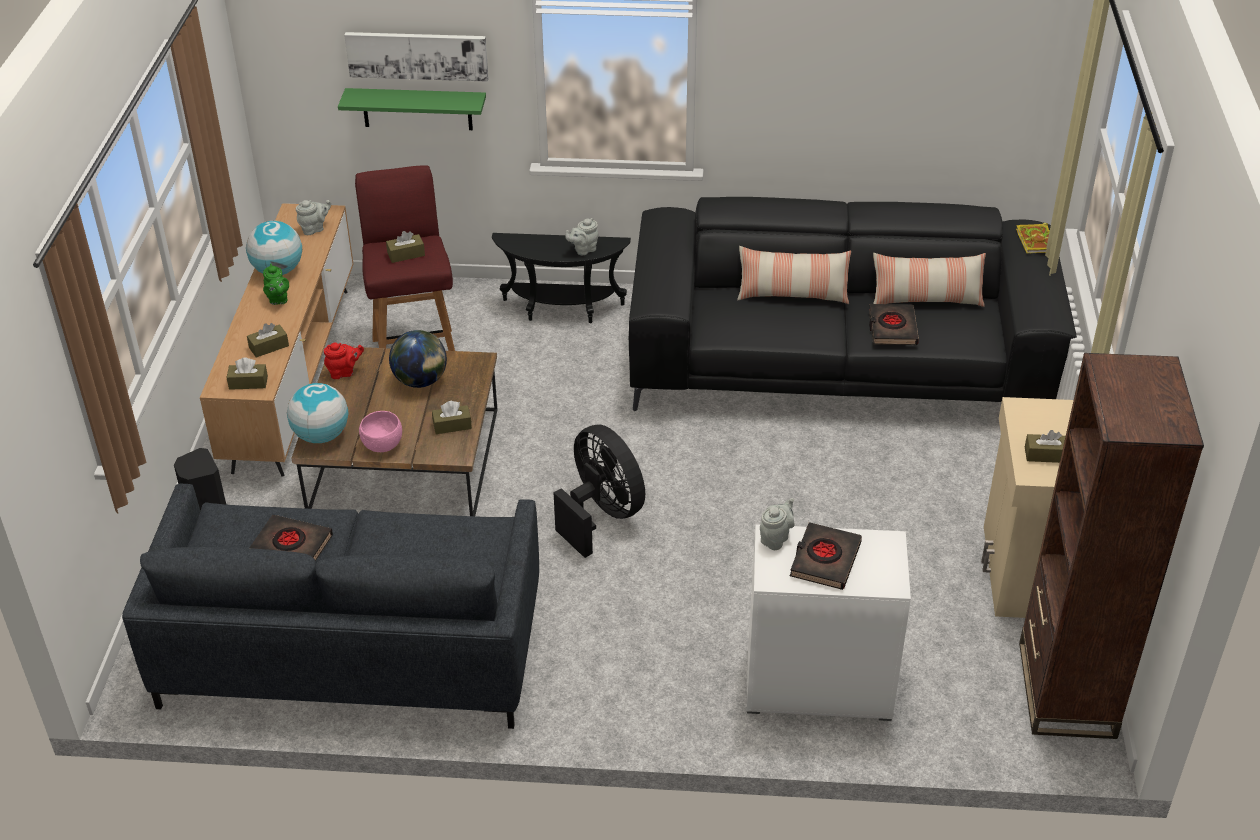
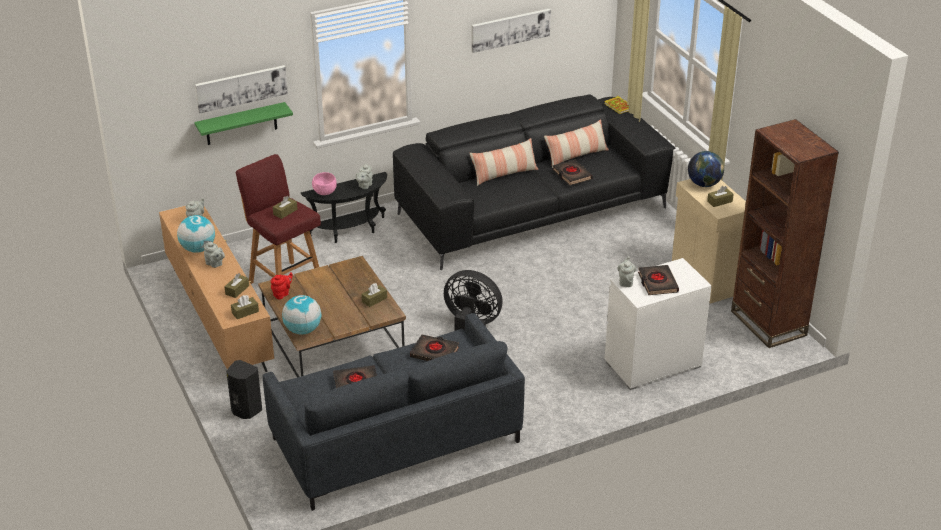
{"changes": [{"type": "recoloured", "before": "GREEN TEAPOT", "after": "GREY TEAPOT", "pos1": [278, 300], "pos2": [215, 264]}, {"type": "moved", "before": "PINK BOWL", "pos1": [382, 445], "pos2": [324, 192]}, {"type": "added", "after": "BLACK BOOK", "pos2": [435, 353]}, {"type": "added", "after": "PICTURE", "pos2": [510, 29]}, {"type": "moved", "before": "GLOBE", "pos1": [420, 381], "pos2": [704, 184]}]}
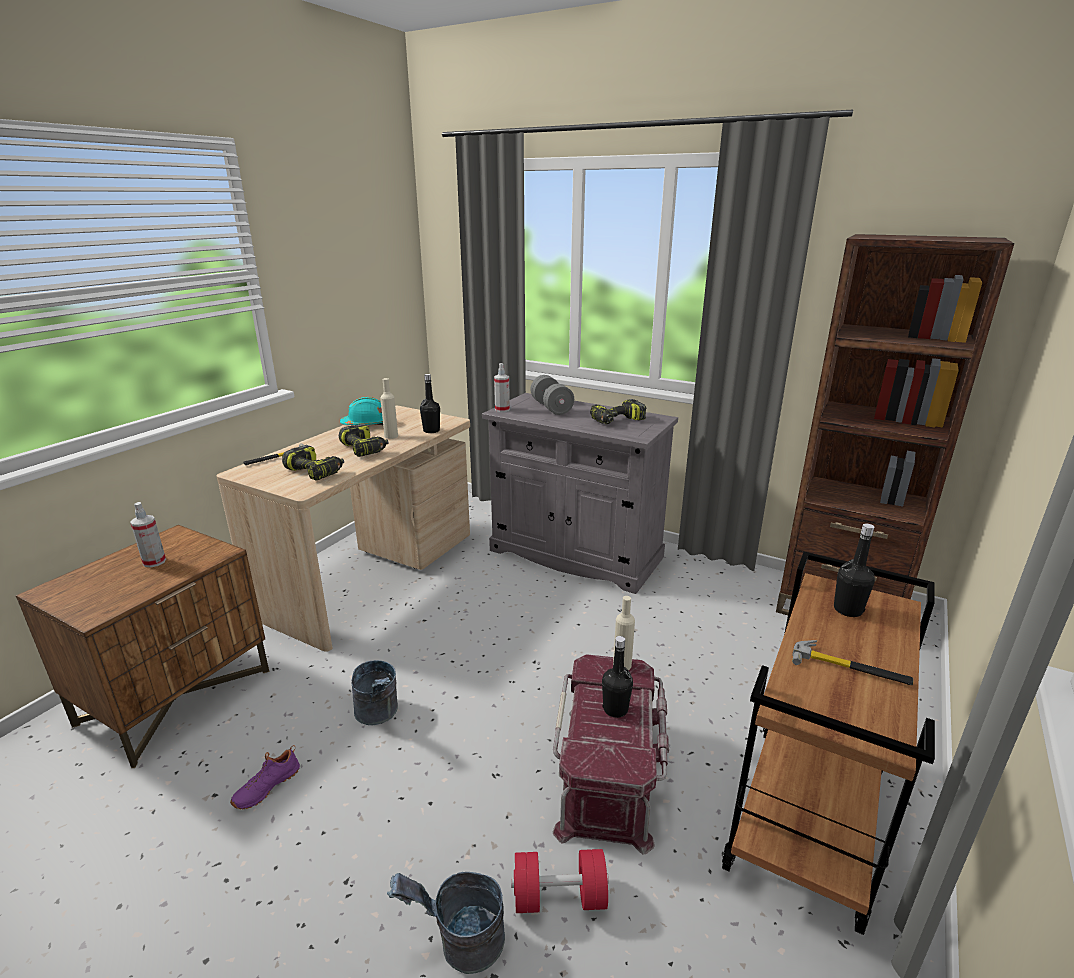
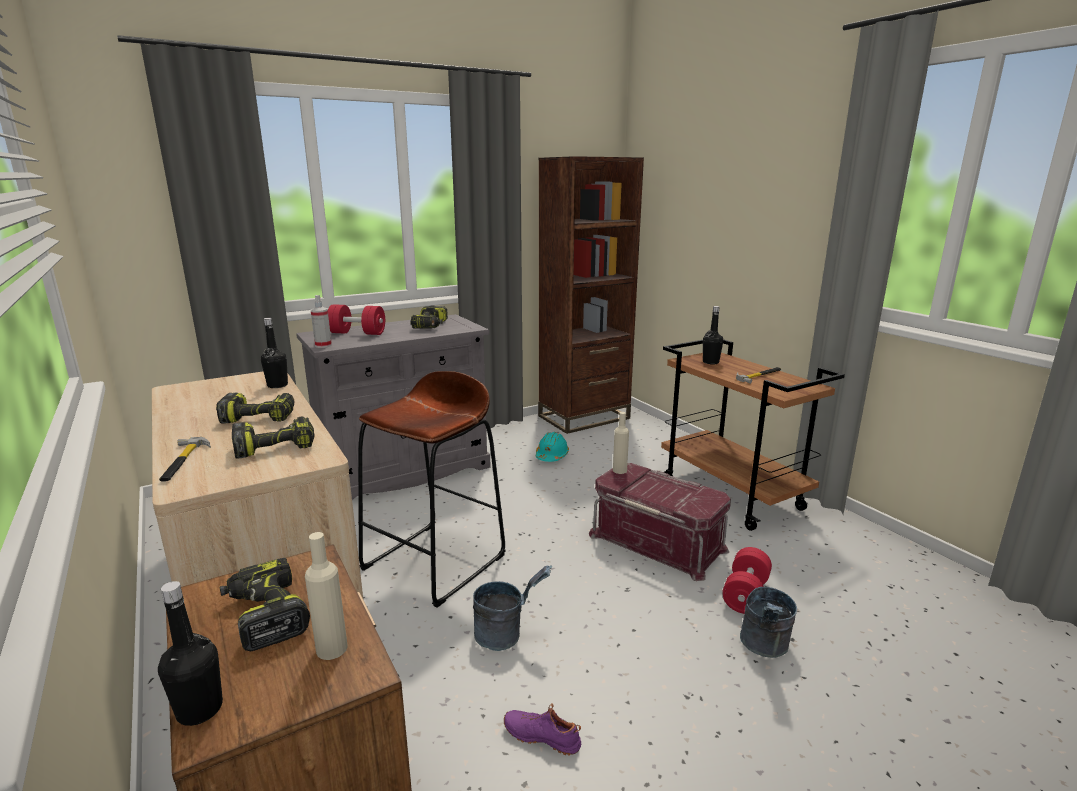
{"changes": [{"type": "moved", "before": "BLACK BOTTLE", "pos1": [615, 709], "pos2": [200, 709]}, {"type": "replaced", "before": "SPRAY BOTTLE", "after": "POWER DRILL", "pos1": [154, 562], "pos2": [265, 615]}, {"type": "moved", "before": "BEIGE BOTTLE", "pos1": [391, 436], "pos2": [332, 648]}, {"type": "recoloured", "before": "GREY DUMBBELL", "after": "RED DUMBBELL", "pos1": [551, 407], "pos2": [357, 333]}, {"type": "added", "after": "BROWN STOOL", "pos2": [435, 562]}, {"type": "turned", "before": "PURPLE SHOE", "pos1": [266, 786], "pos2": [542, 735], "turn": 135}, {"type": "moved", "before": "TURQUOISE HARD HAT", "pos1": [367, 424], "pos2": [551, 456]}]}
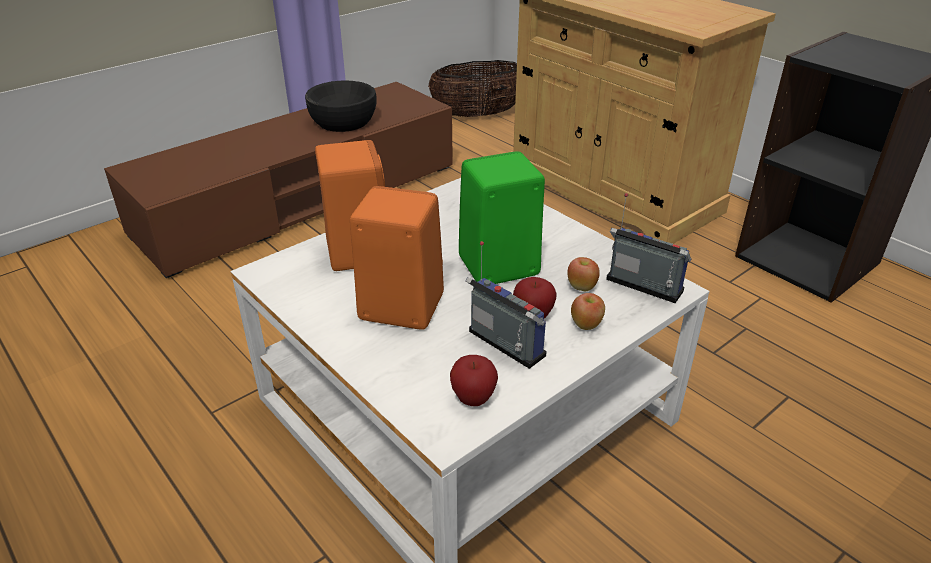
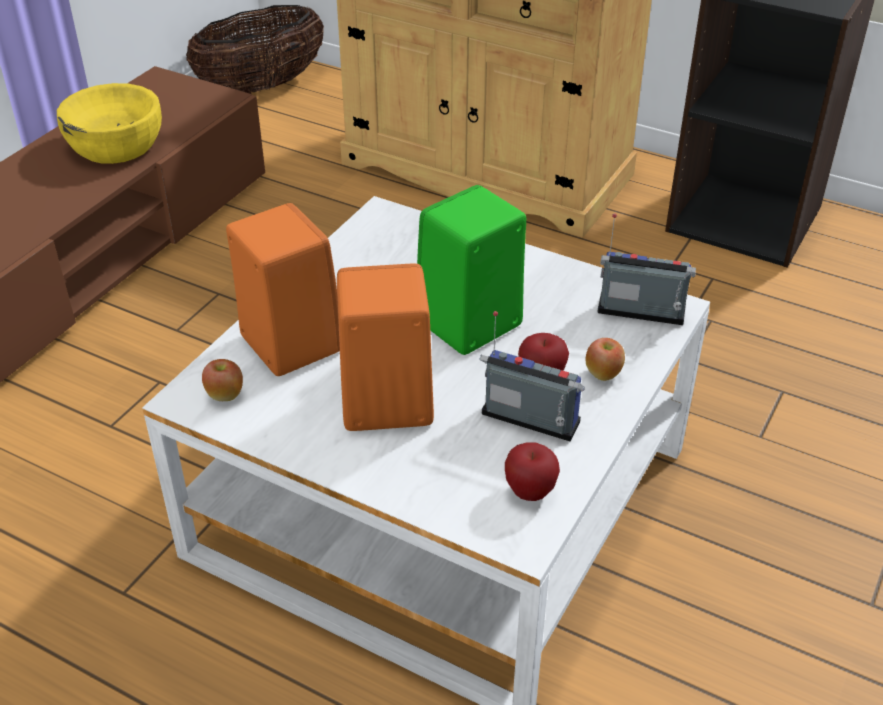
{"changes": [{"type": "recoloured", "before": "BLACK BOWL", "after": "YELLOW BOWL", "pos1": [343, 121], "pos2": [116, 145]}, {"type": "moved", "before": "APPLE", "pos1": [581, 287], "pos2": [225, 395]}]}
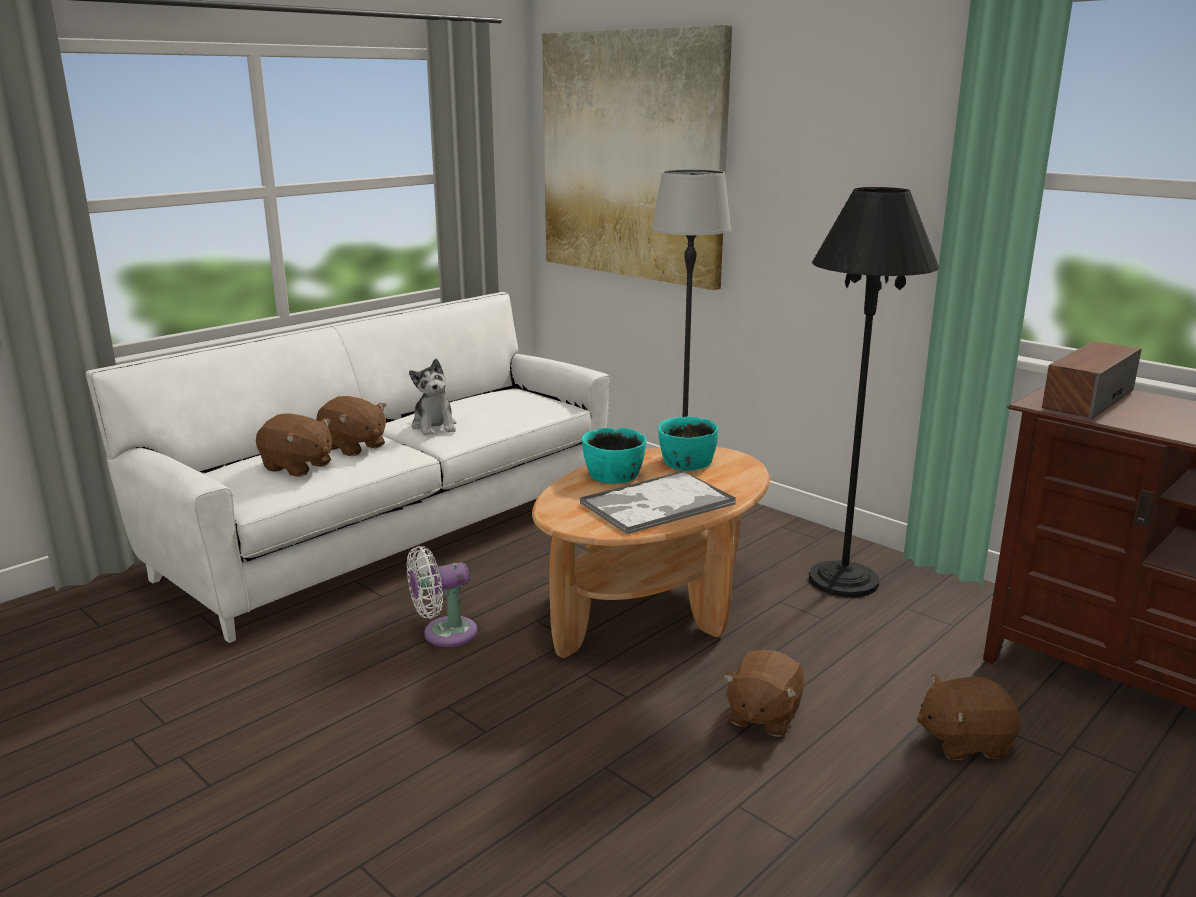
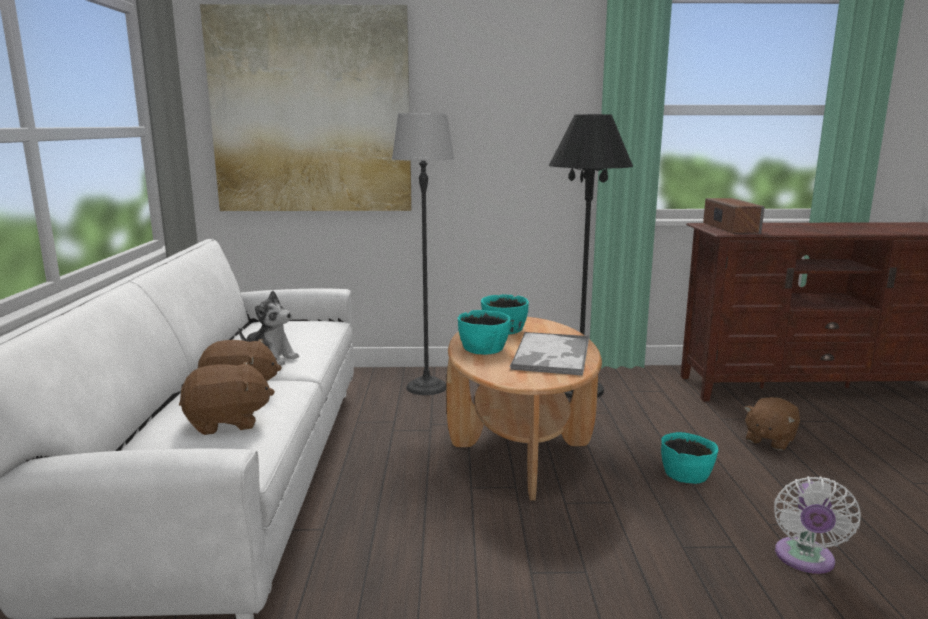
{"changes": [{"type": "replaced", "before": "BROWN PLUSH TOY", "after": "TURQUOISE BOWL", "pos1": [762, 716], "pos2": [686, 474]}, {"type": "moved", "before": "WHITE FAN", "pos1": [444, 634], "pos2": [805, 560]}]}
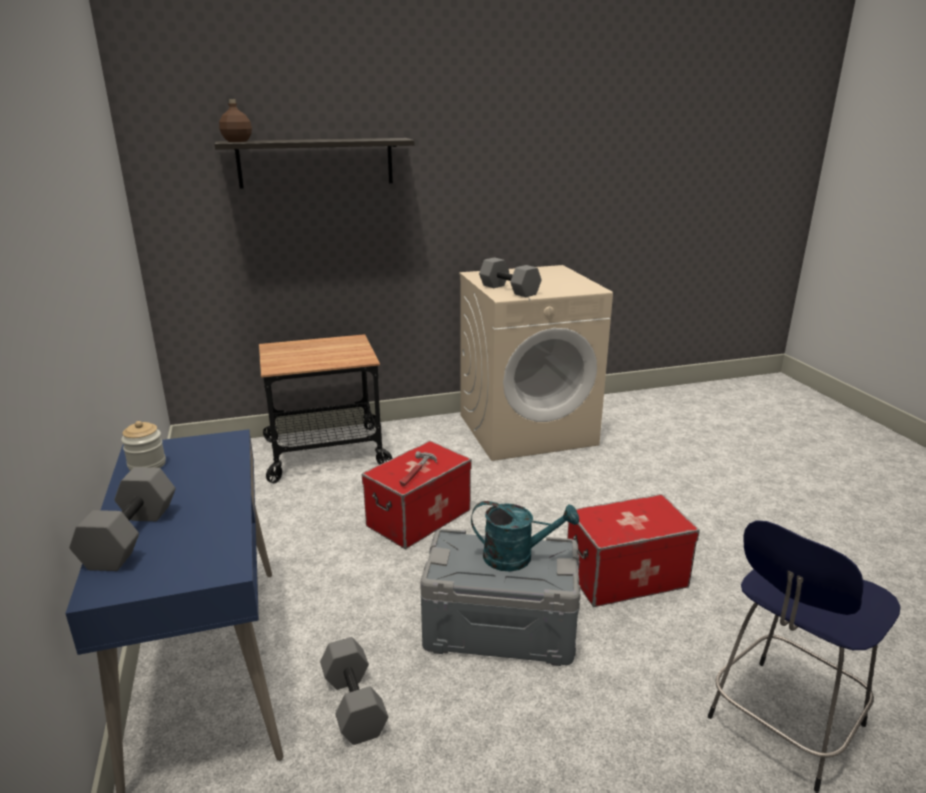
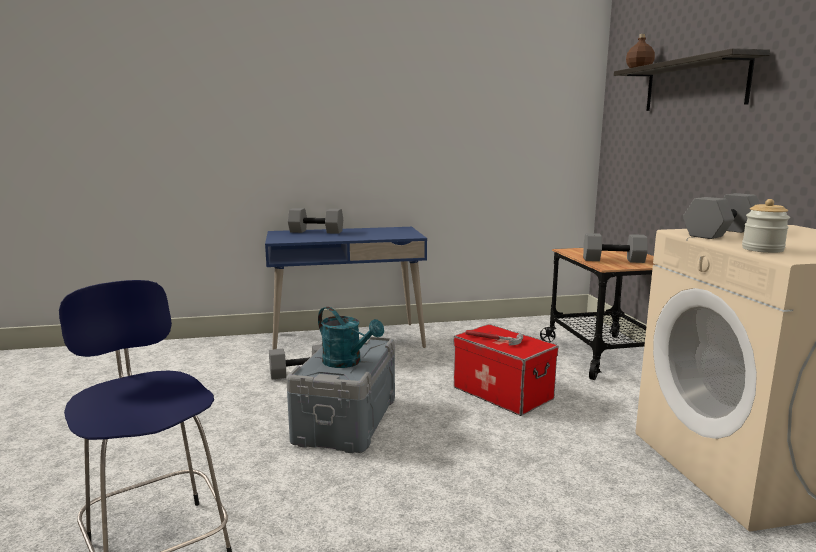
{"changes": [{"type": "turned", "before": "TURQUOISE WATERING CAN", "pos1": [517, 557], "pos2": [347, 362], "turn": -60}, {"type": "added", "after": "GREY DUMBBELL", "pos2": [613, 260]}, {"type": "moved", "before": "JAR", "pos1": [147, 465], "pos2": [762, 249]}, {"type": "removed", "before": "STORAGE BOX", "pos1": [625, 576]}]}
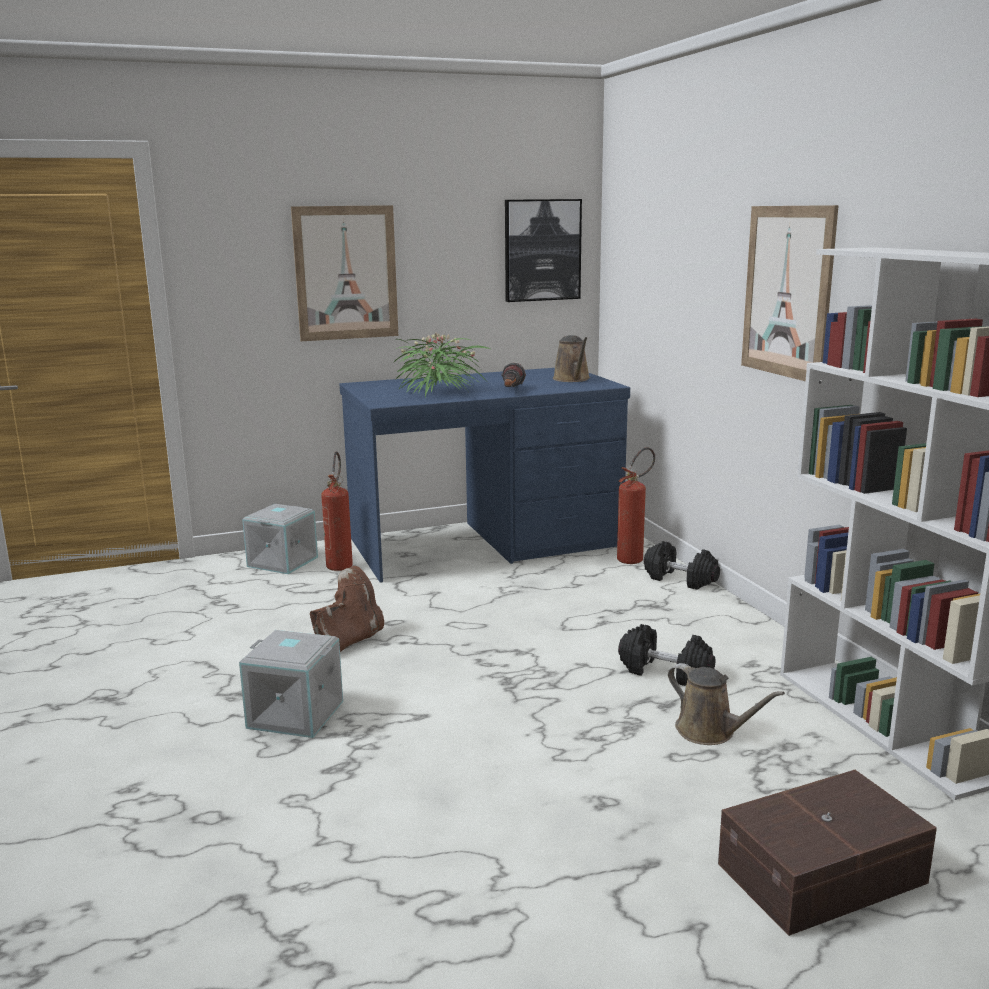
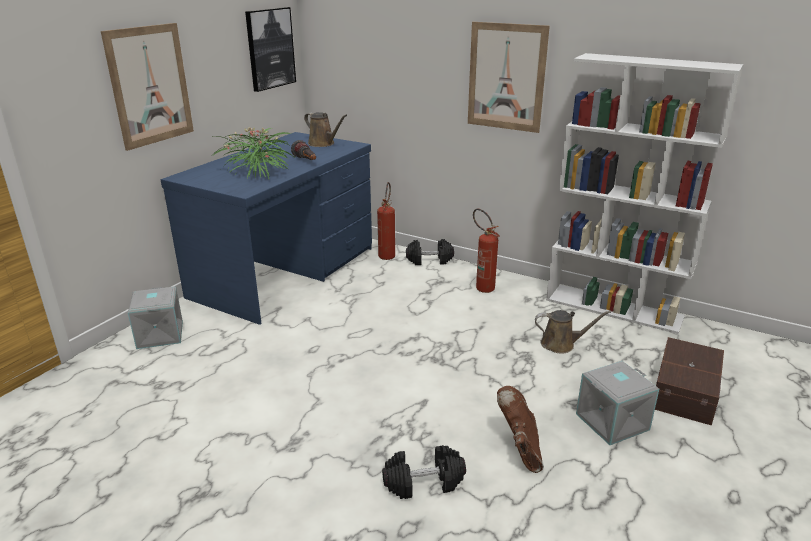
{"changes": [{"type": "moved", "before": "BLACK DUMBBELL", "pos1": [665, 672], "pos2": [424, 482]}, {"type": "moved", "before": "FIRE EXTINGUISHER", "pos1": [340, 564], "pos2": [481, 286]}, {"type": "moved", "before": "BROWN BOOT", "pos1": [349, 641], "pos2": [520, 449]}, {"type": "moved", "before": "GREY STORAGE BOX", "pos1": [294, 715], "pos2": [612, 422]}]}
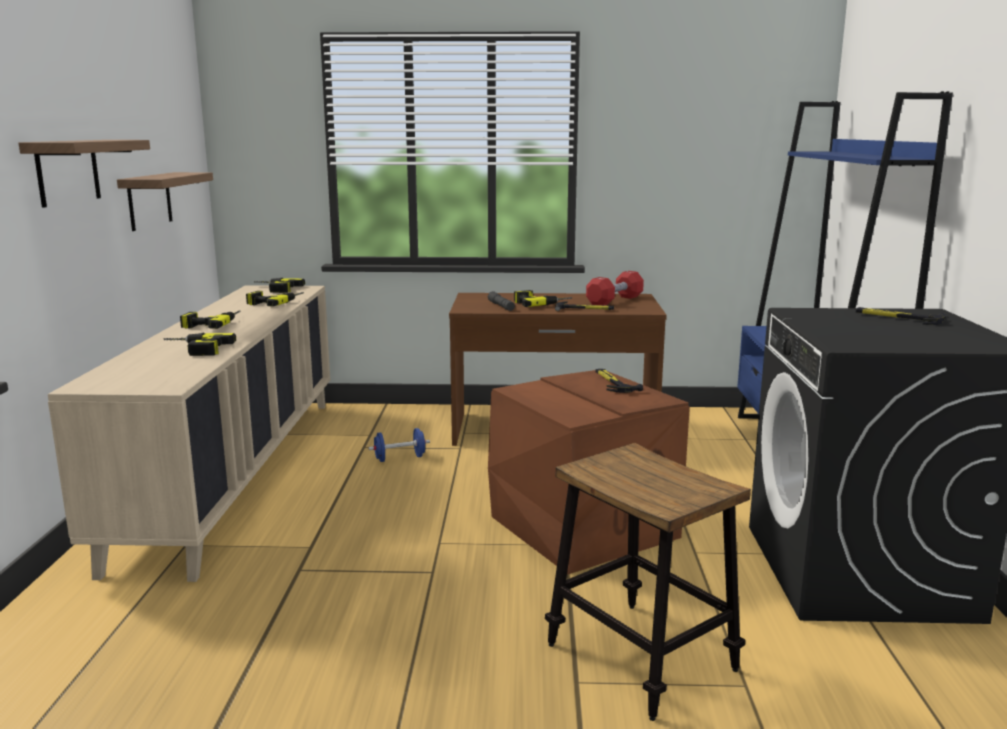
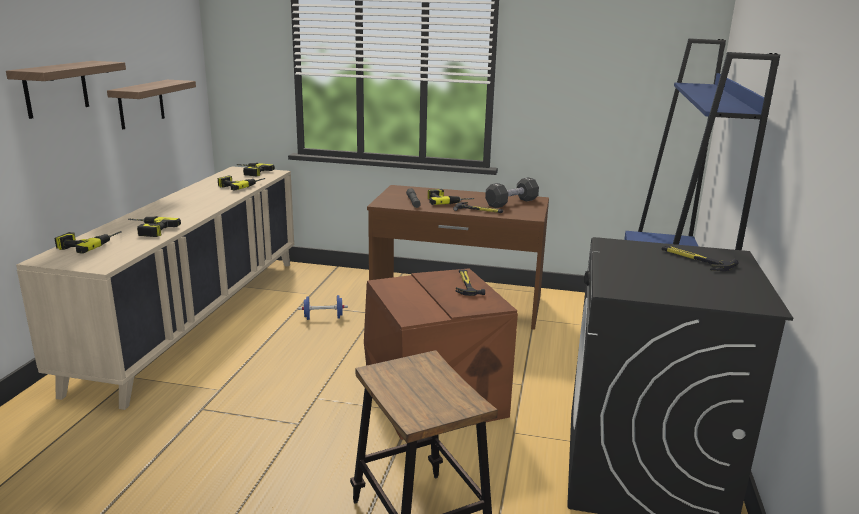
{"changes": [{"type": "moved", "before": "POWER DRILL", "pos1": [212, 323], "pos2": [89, 244]}, {"type": "recoloured", "before": "RED DUMBBELL", "after": "BLACK DUMBBELL", "pos1": [614, 300], "pos2": [511, 203]}]}
